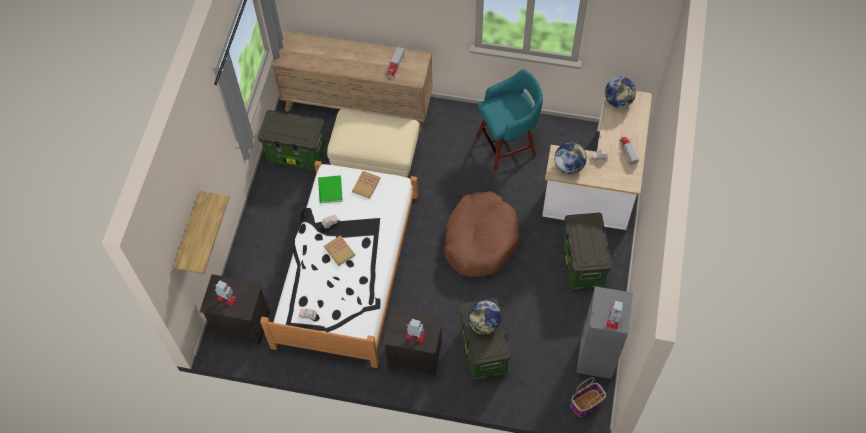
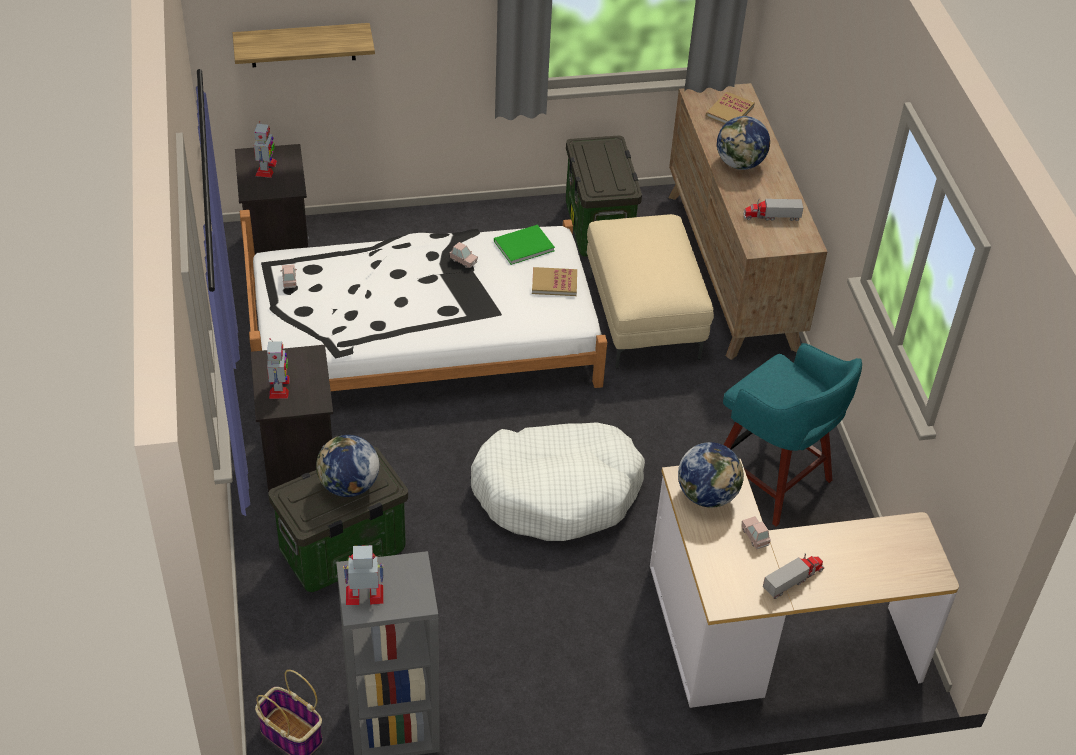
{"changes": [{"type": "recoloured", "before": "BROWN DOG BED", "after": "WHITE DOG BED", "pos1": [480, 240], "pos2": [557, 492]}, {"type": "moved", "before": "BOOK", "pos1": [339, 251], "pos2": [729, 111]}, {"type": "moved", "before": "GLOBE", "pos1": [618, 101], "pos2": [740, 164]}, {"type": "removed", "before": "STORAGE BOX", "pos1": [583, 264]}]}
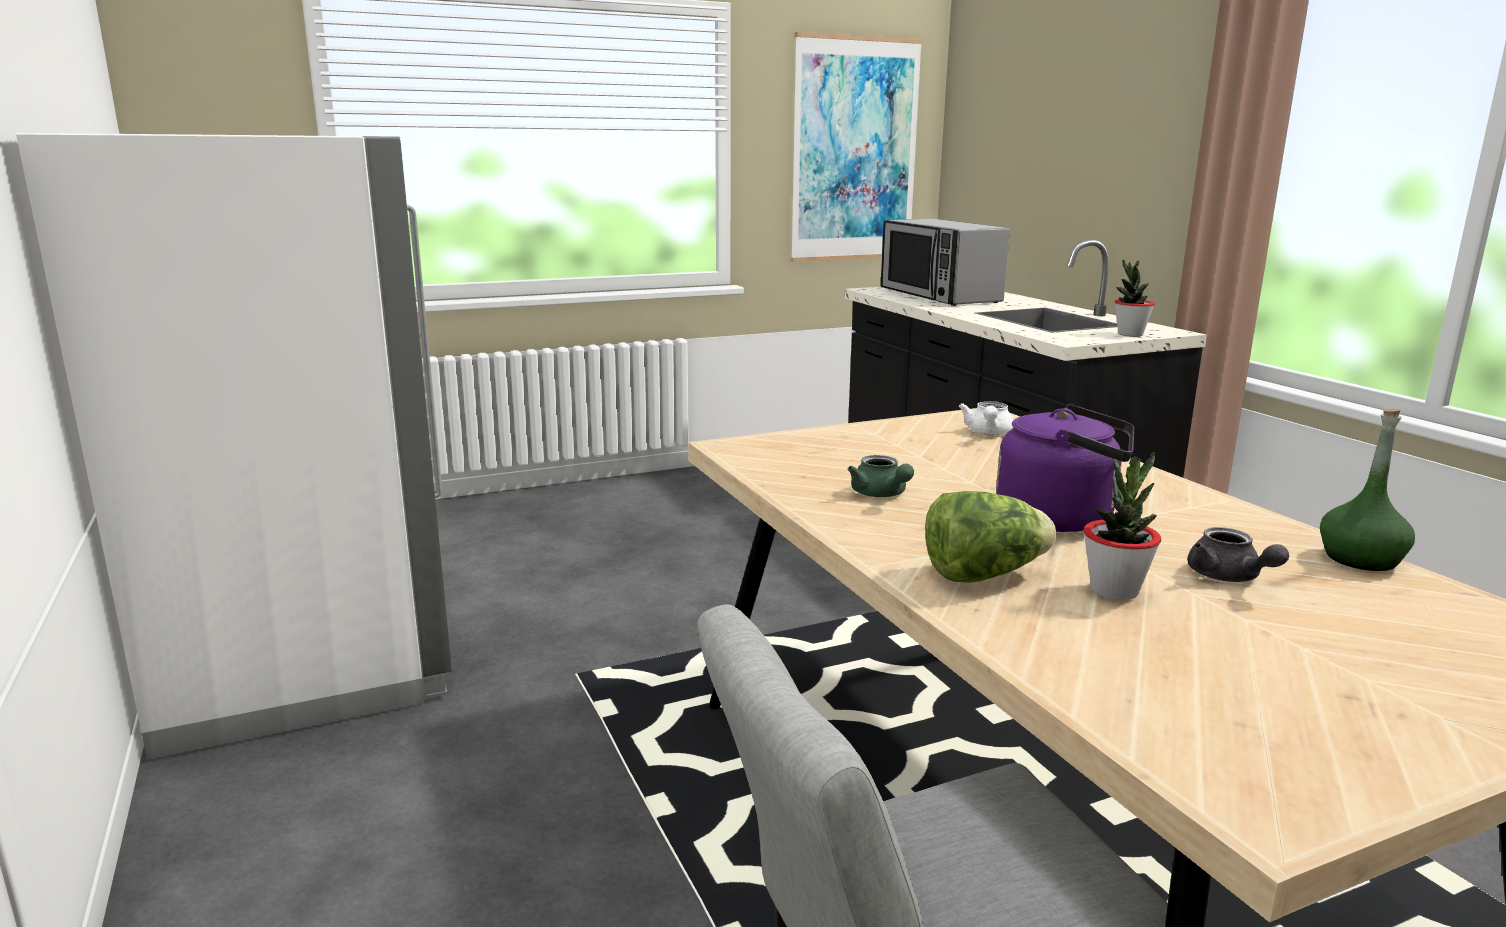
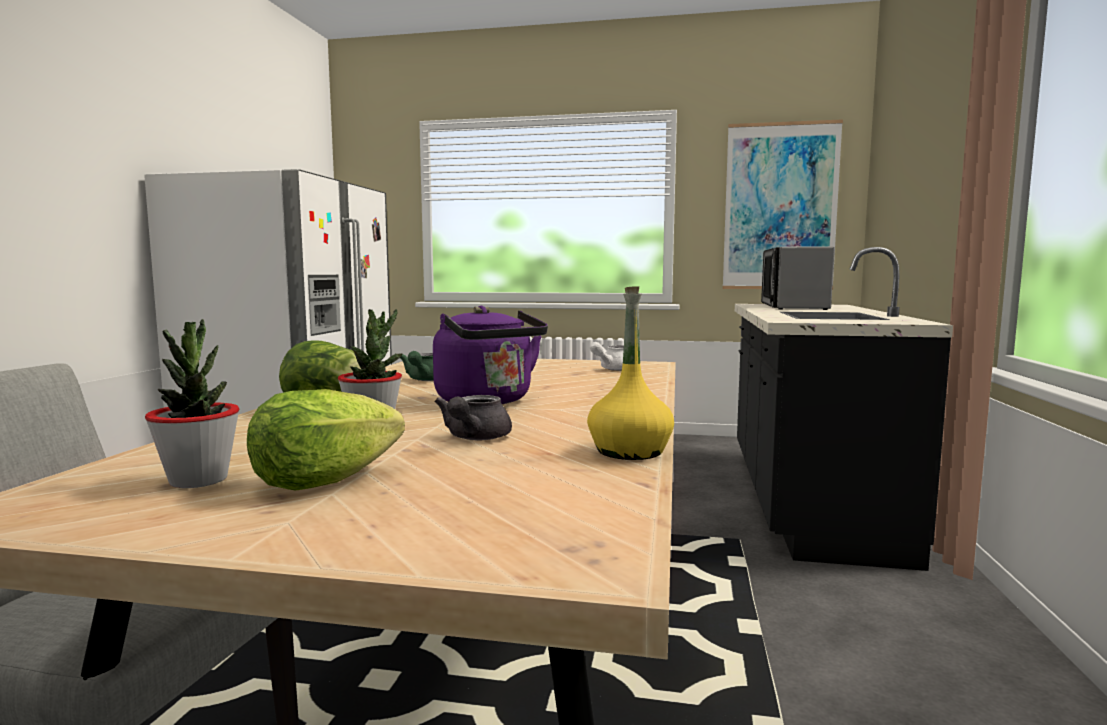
{"changes": [{"type": "moved", "before": "POTTED PLANT", "pos1": [1130, 334], "pos2": [198, 480]}, {"type": "added", "after": "LETTUCE", "pos2": [323, 481]}, {"type": "recoloured", "before": "GREEN BOTTLE", "after": "YELLOW BOTTLE", "pos1": [1360, 559], "pos2": [629, 451]}]}
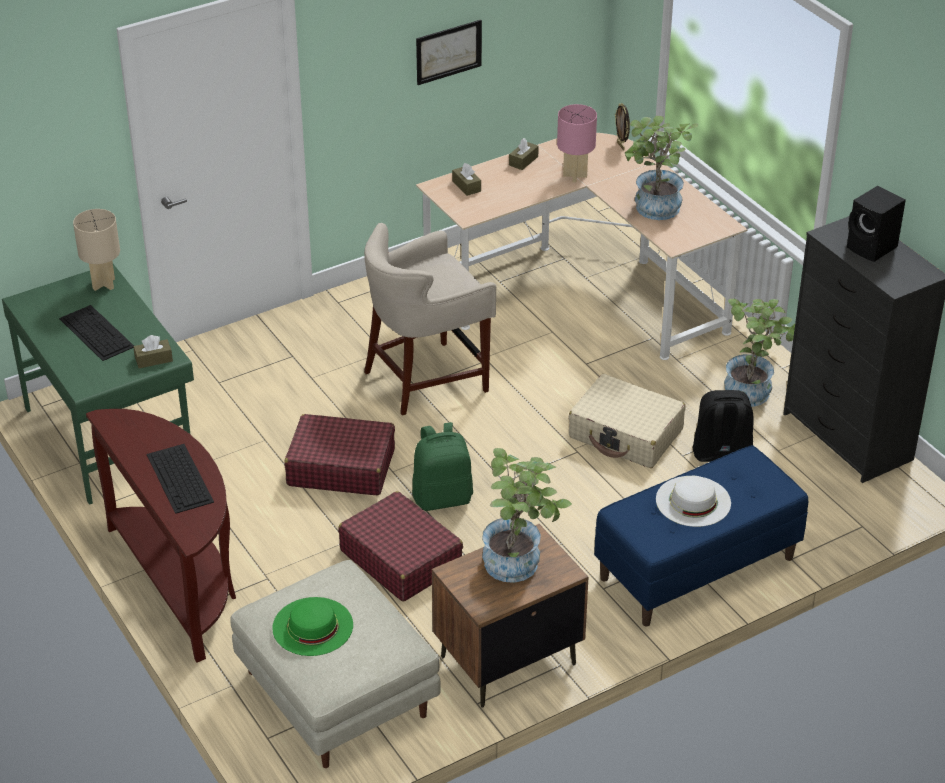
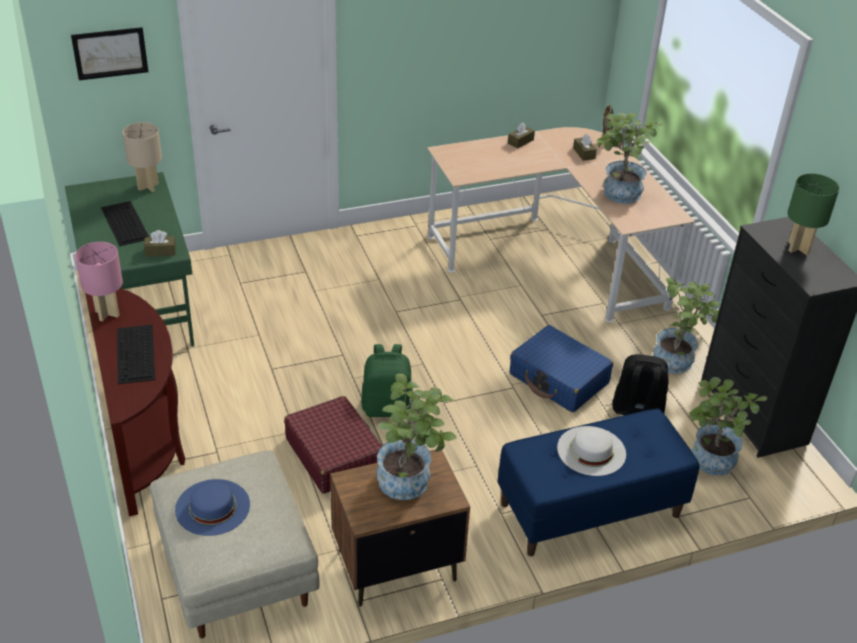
{"changes": [{"type": "moved", "before": "PICTURE", "pos1": [448, 51], "pos2": [110, 53]}, {"type": "moved", "before": "PINK TABLE LAMP", "pos1": [574, 176], "pos2": [107, 313]}, {"type": "recoloured", "before": "GREEN HAT", "after": "BLUE HAT", "pos1": [313, 626], "pos2": [212, 507]}, {"type": "recoloured", "before": "BEIGE SUITCASE", "after": "BLUE SUITCASE", "pos1": [626, 434], "pos2": [559, 379]}, {"type": "moved", "before": "BROWN TISSUE BOX", "pos1": [466, 186], "pos2": [584, 153]}, {"type": "added", "after": "POTTED PLANT", "pos2": [709, 463]}, {"type": "replaced", "before": "BLACK SPEAKER", "after": "GREEN TABLE LAMP", "pos1": [873, 248], "pos2": [799, 248]}, {"type": "removed", "before": "RED SUITCASE", "pos1": [340, 467]}, {"type": "removed", "before": "BEIGE STOOL", "pos1": [427, 379]}]}
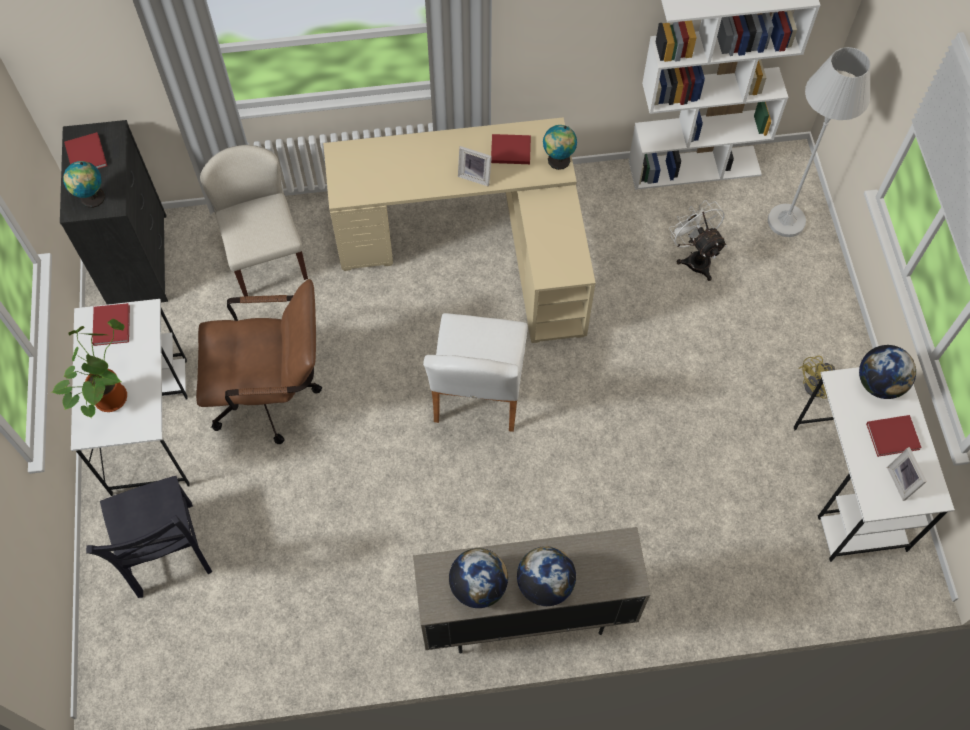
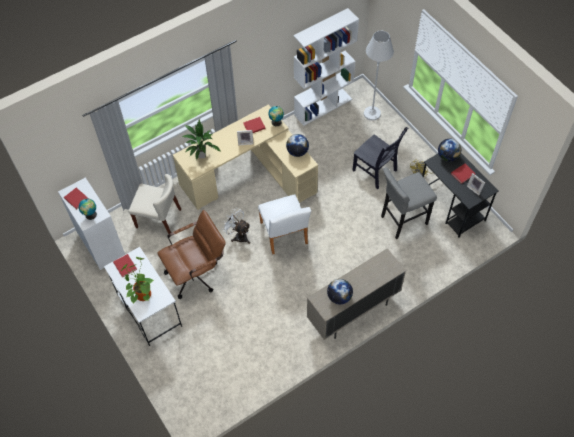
{"changes": [{"type": "recoloured", "before": "BLACK DRESSER", "after": "WHITE DRESSER", "pos1": [139, 260], "pos2": [101, 244]}, {"type": "turned", "before": "BEIGE CHAIR", "pos1": [265, 256], "pos2": [159, 218], "turn": 150}, {"type": "added", "after": "POTTED PLANT", "pos2": [202, 155]}, {"type": "moved", "before": "WHITE FAN", "pos1": [694, 258], "pos2": [238, 235]}, {"type": "moved", "before": "GLOBE", "pos1": [544, 584], "pos2": [297, 152]}, {"type": "moved", "before": "BLACK CHAIR", "pos1": [166, 553], "pos2": [376, 171]}, {"type": "added", "after": "GREY STOOL", "pos2": [402, 221]}, {"type": "recoloured", "before": "WHITE DESK", "after": "BLACK DESK", "pos1": [849, 489], "pos2": [452, 207]}]}
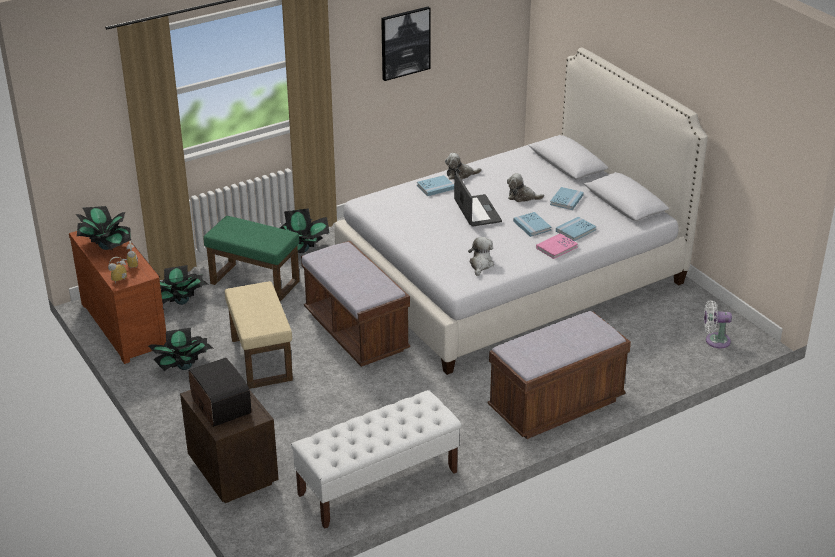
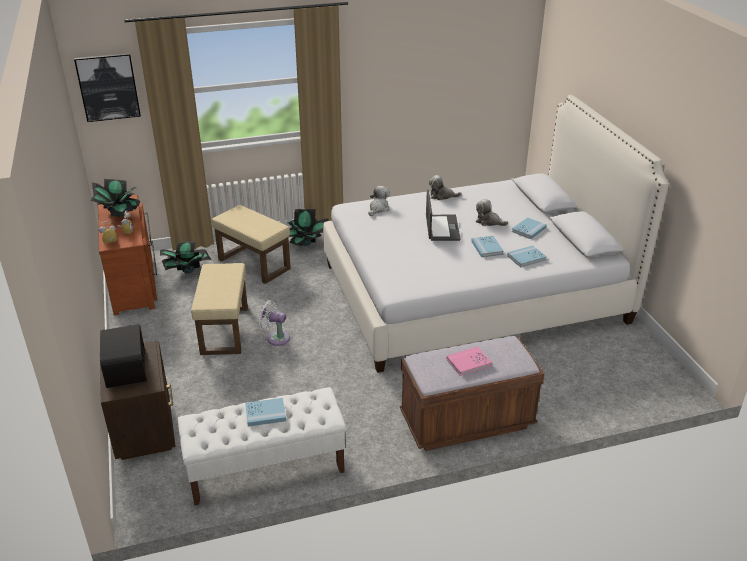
{"changes": [{"type": "moved", "before": "PICTURE", "pos1": [405, 43], "pos2": [108, 87]}, {"type": "recoloured", "before": "GREEN OTTOMAN", "after": "BEIGE OTTOMAN", "pos1": [253, 282], "pos2": [253, 264]}, {"type": "moved", "before": "BLUE BOOK", "pos1": [435, 187], "pos2": [265, 413]}, {"type": "moved", "before": "WHITE FAN", "pos1": [715, 340], "pos2": [276, 338]}, {"type": "moved", "before": "PLUSH TOY", "pos1": [480, 265], "pos2": [378, 209]}, {"type": "moved", "before": "PINK BOOK", "pos1": [556, 247], "pos2": [468, 362]}, {"type": "removed", "before": "POTTED PLANT", "pos1": [184, 366]}, {"type": "removed", "before": "BROWN BENCH", "pos1": [356, 332]}]}
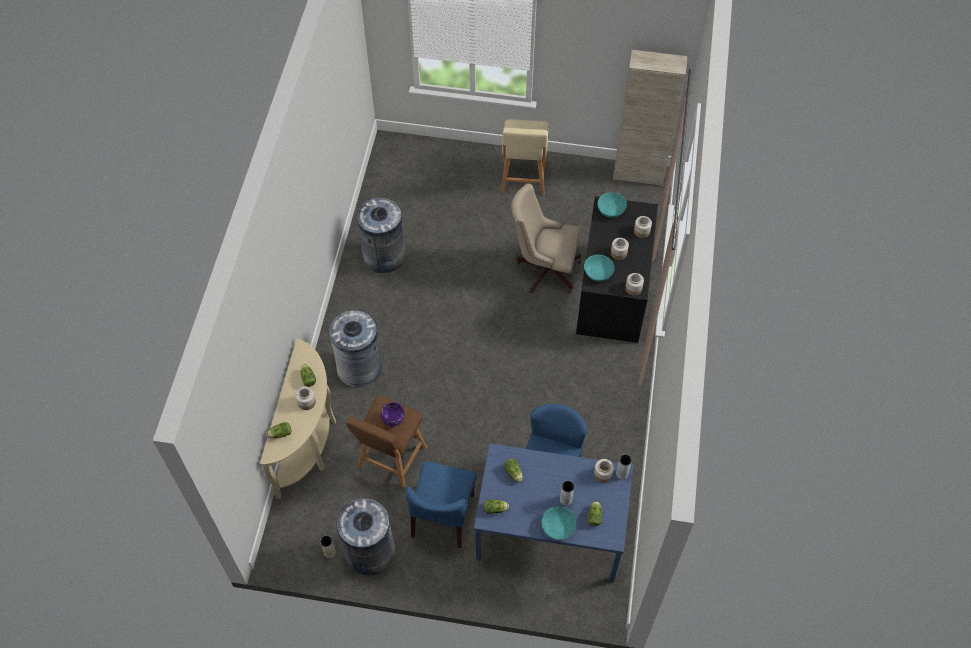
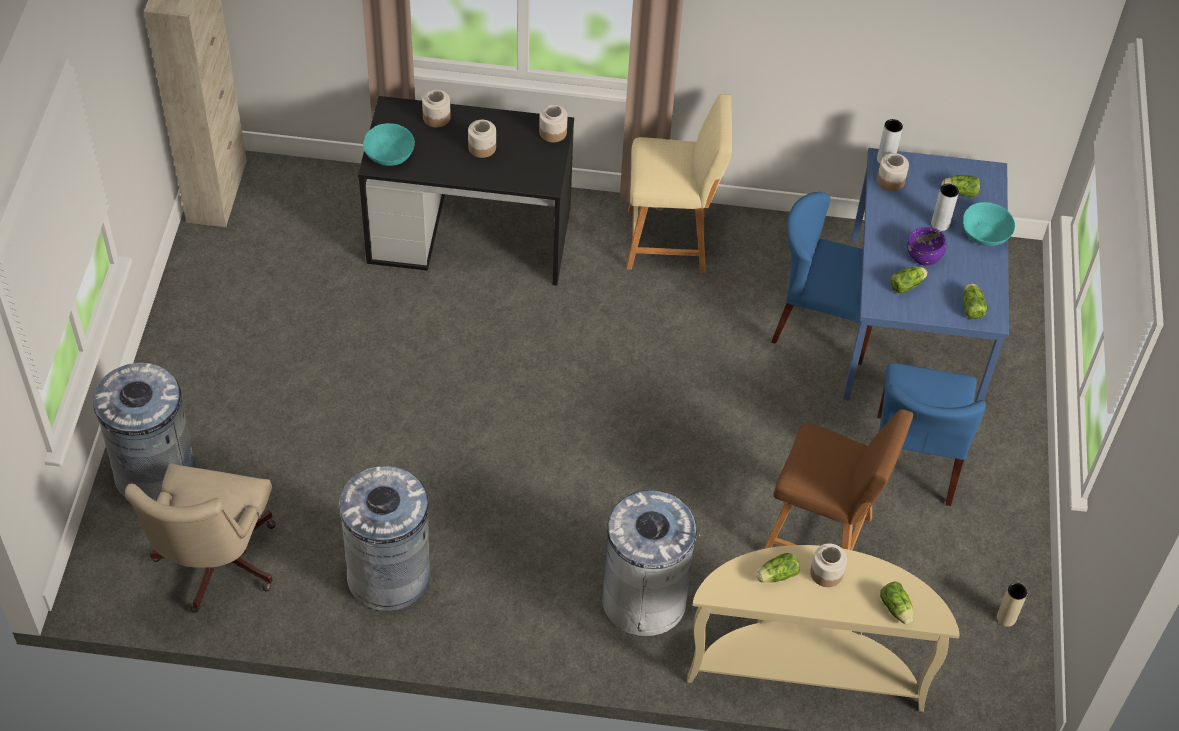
{"changes": [{"type": "moved", "before": "GREY TRASH CAN", "pos1": [370, 552], "pos2": [155, 472]}, {"type": "moved", "before": "BEIGE OFFICE CHAIR", "pos1": [544, 268], "pos2": [214, 566]}, {"type": "moved", "before": "BEIGE STOOL", "pos1": [523, 179], "pos2": [672, 241]}, {"type": "turned", "before": "BLUE CHAIR", "pos1": [443, 516], "pos2": [913, 460], "turn": 90}, {"type": "moved", "before": "PURPLE BOWL", "pos1": [393, 419], "pos2": [924, 256]}, {"type": "removed", "before": "TURQUOISE BOWL", "pos1": [598, 272]}]}
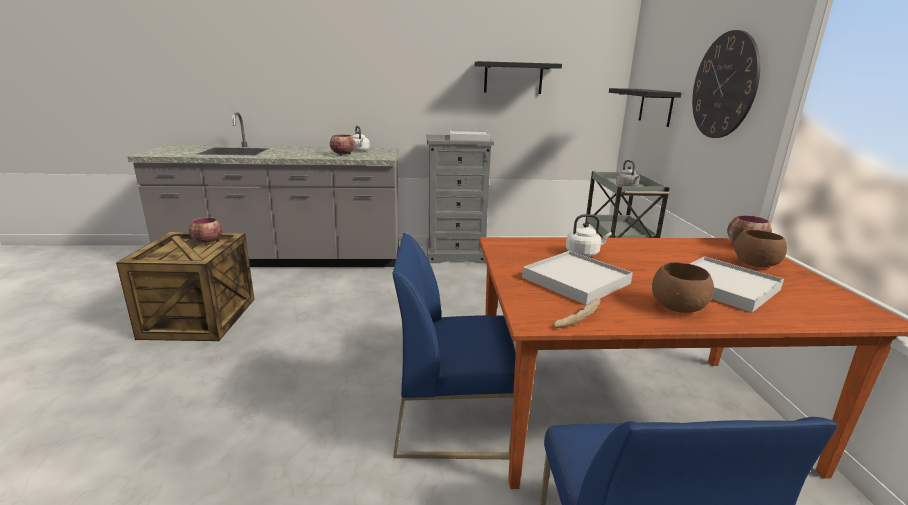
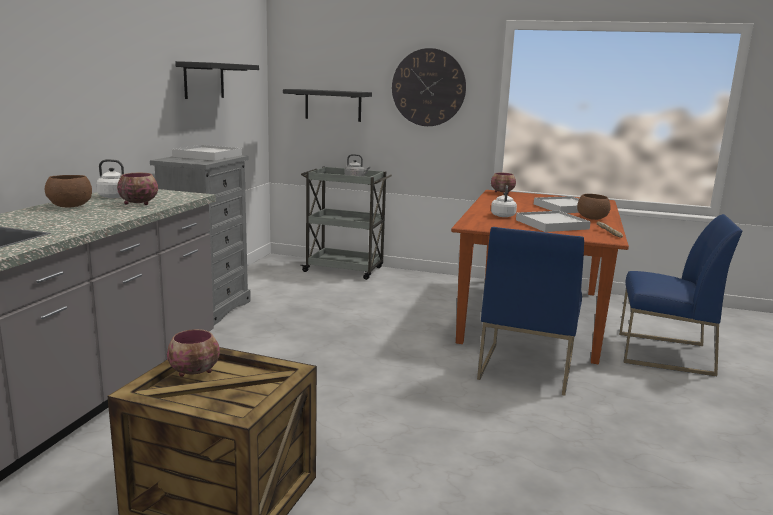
{"changes": [{"type": "moved", "before": "BROWN BOWL", "pos1": [755, 264], "pos2": [71, 206]}]}
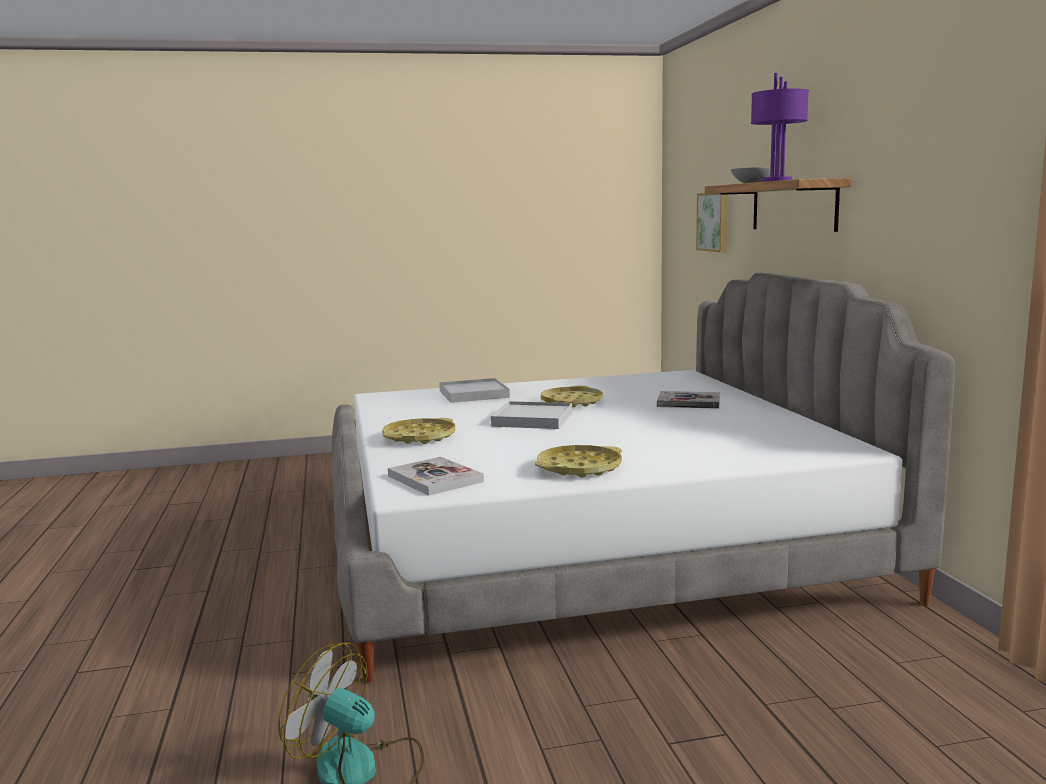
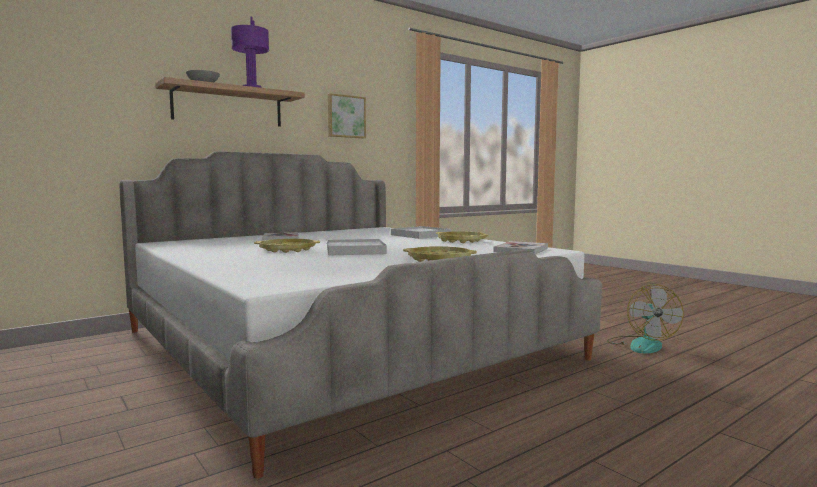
{"changes": [{"type": "moved", "before": "PICTURE", "pos1": [714, 222], "pos2": [346, 116]}, {"type": "moved", "before": "WHITE TRAY", "pos1": [473, 394], "pos2": [421, 235]}]}
